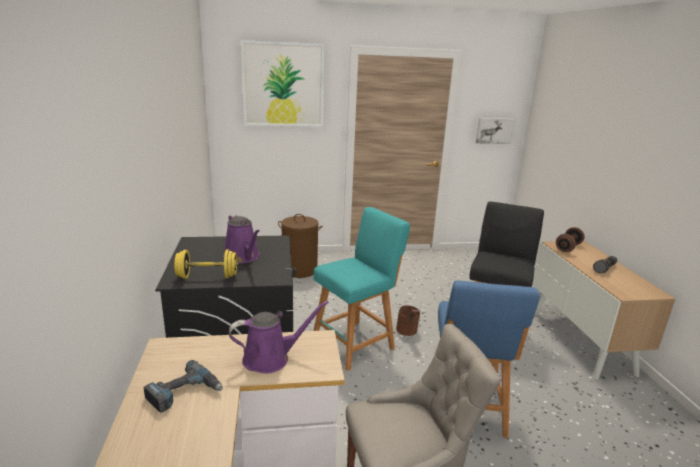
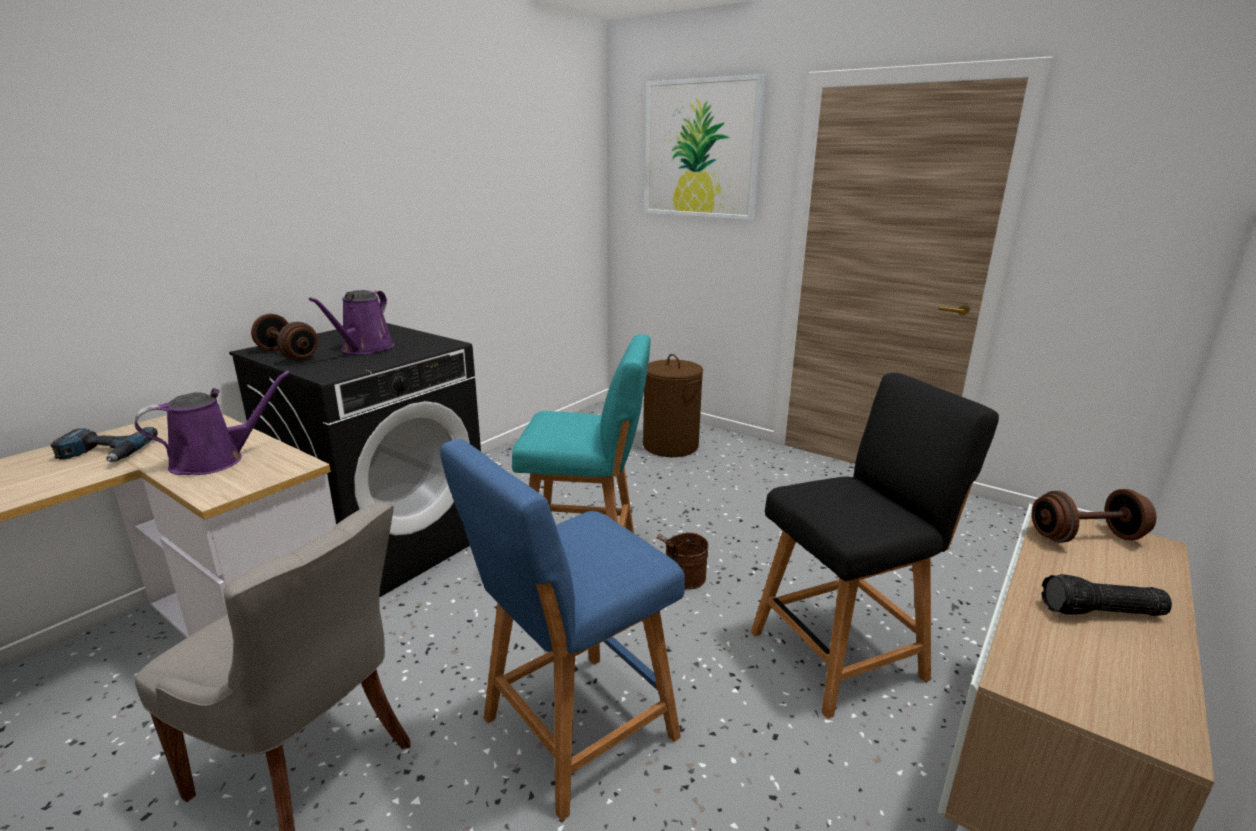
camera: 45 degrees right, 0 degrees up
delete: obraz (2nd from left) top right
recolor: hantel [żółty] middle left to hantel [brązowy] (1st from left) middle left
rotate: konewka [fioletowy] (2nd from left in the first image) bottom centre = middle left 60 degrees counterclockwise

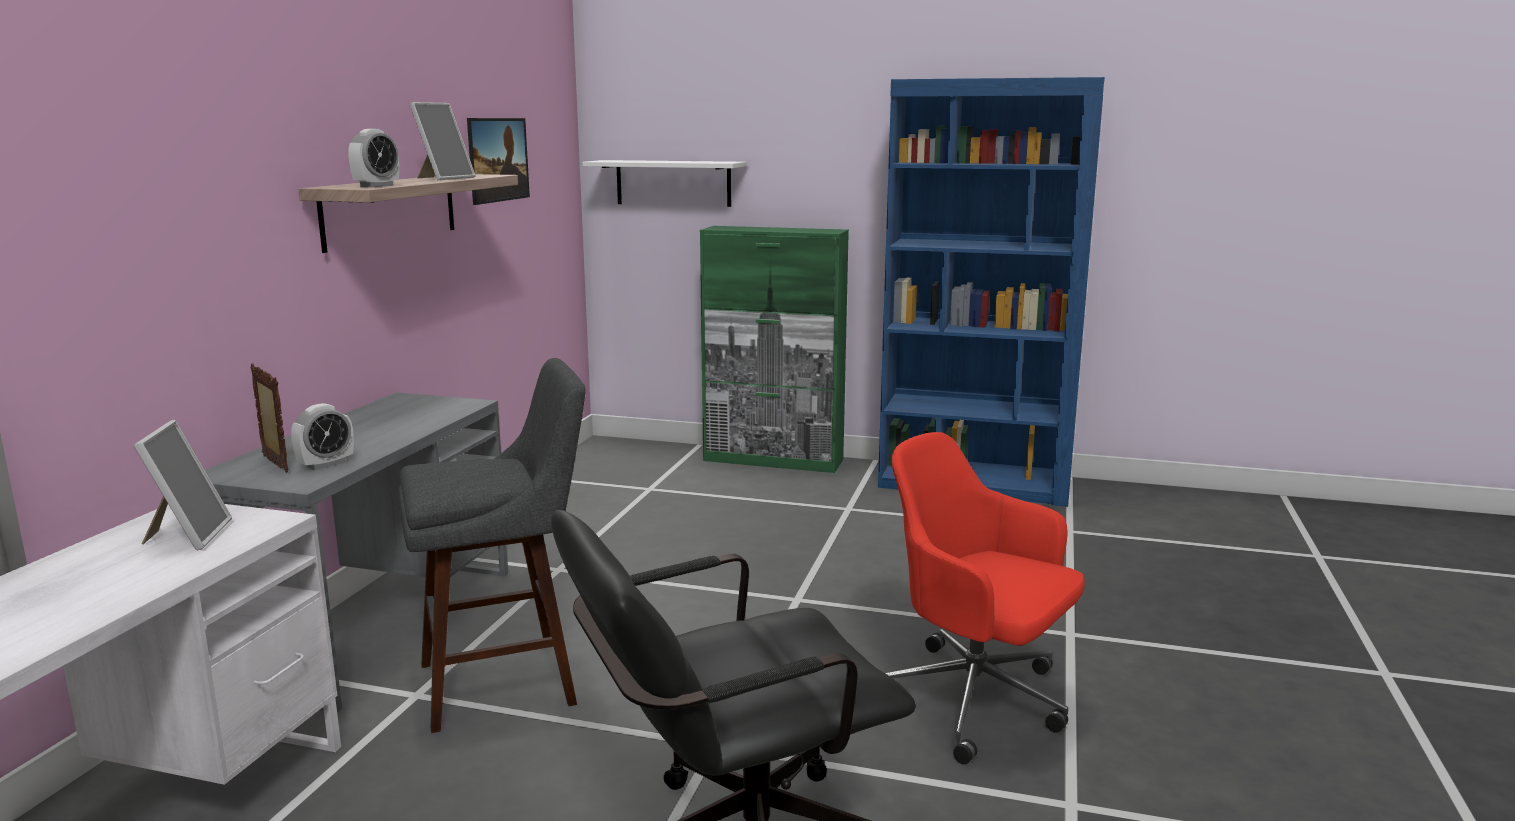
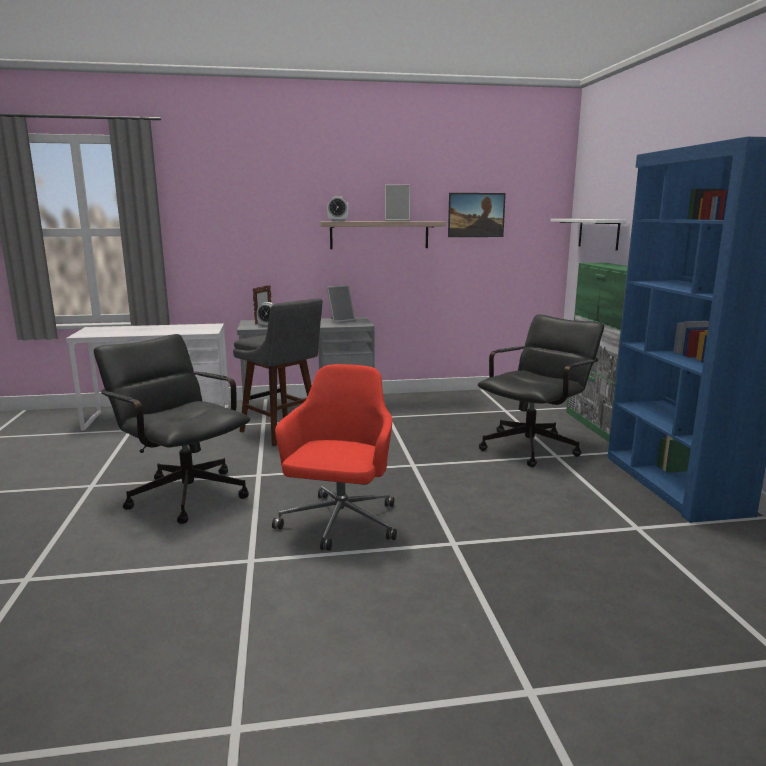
camera: 65 degrees right, 0 degrees up
insert: krzesło biurowe [czarny] (2nd from left) middle right
move: ramka na zdjęcie (1st from left in the first image) middle left to ramka na zdjęcie (2nd from left) centre

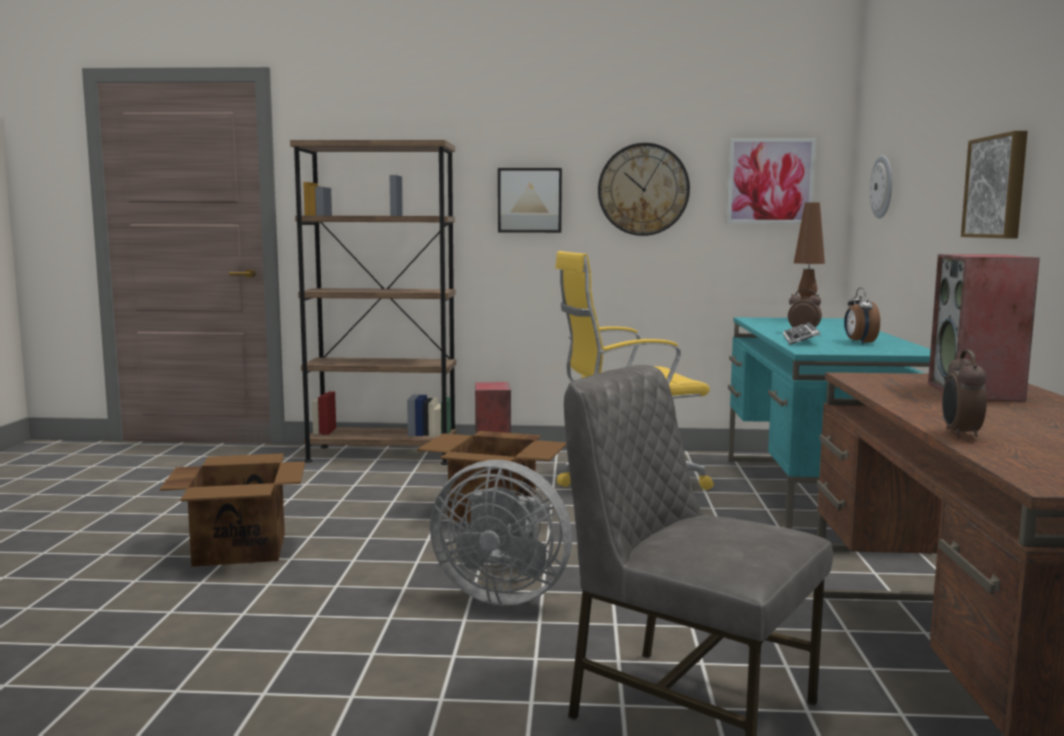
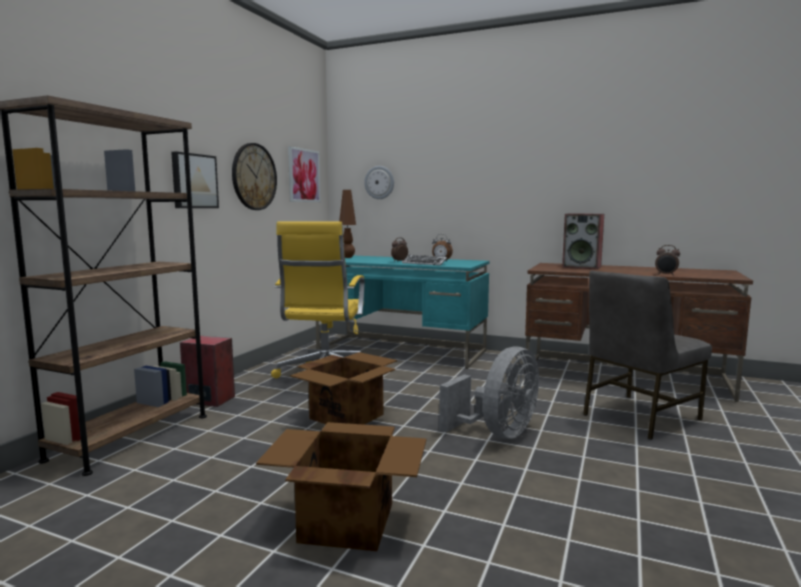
camera: 70 degrees left, 0 degrees up
delete: obraz (3rd from left) top right

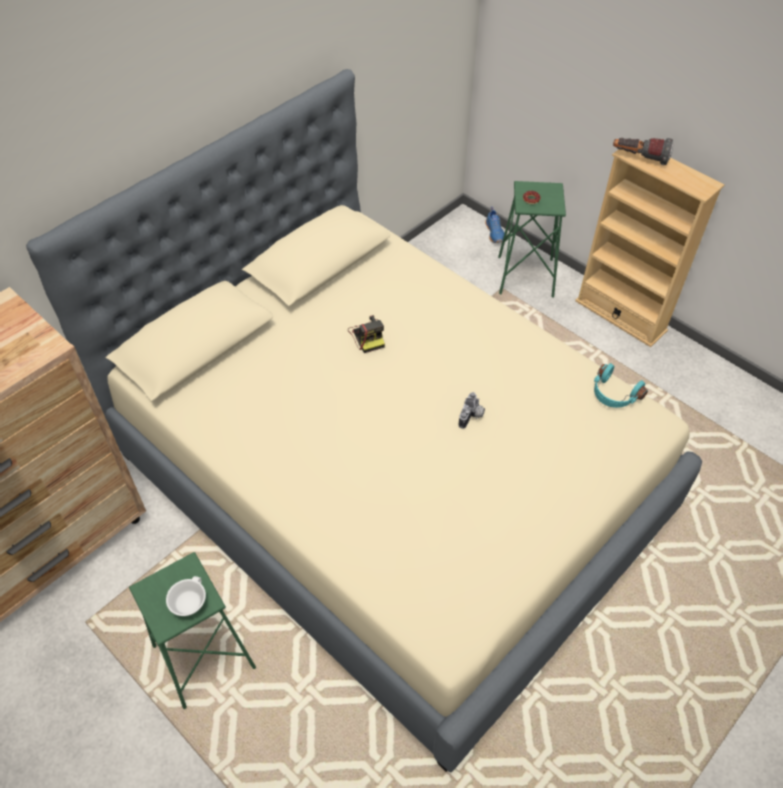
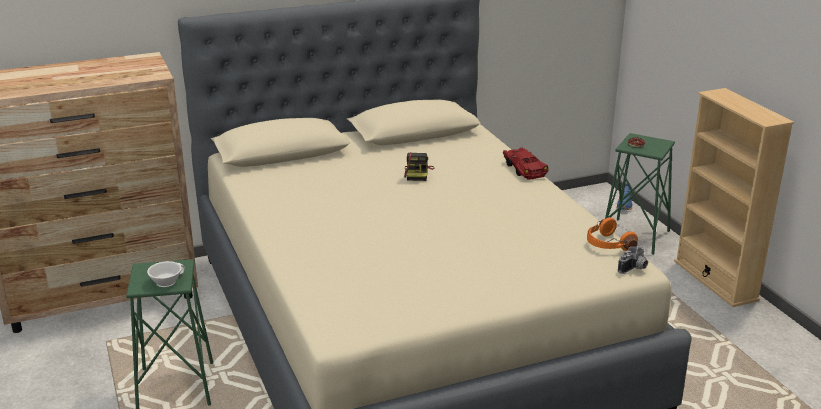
camera: 25 degrees right, 25 degrees down
delete: latarka top right
insert: samochodzik [czerwony] centre
move: aparat fotograficzny (2nd from left) centre to middle right
recolor: słuchawki [turkusowy] middle right to słuchawki [pomarańczowy] middle right

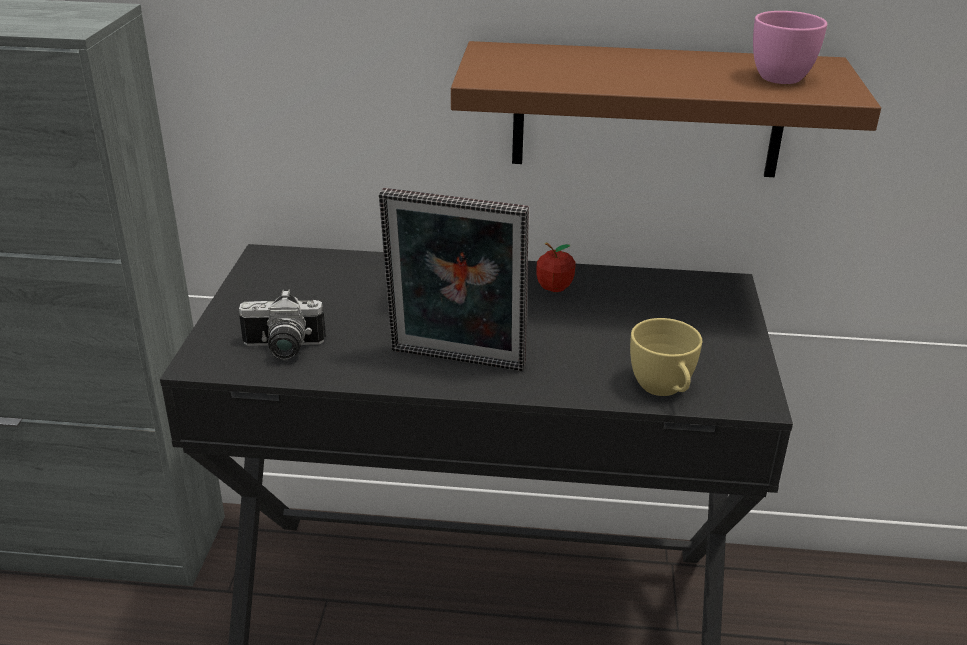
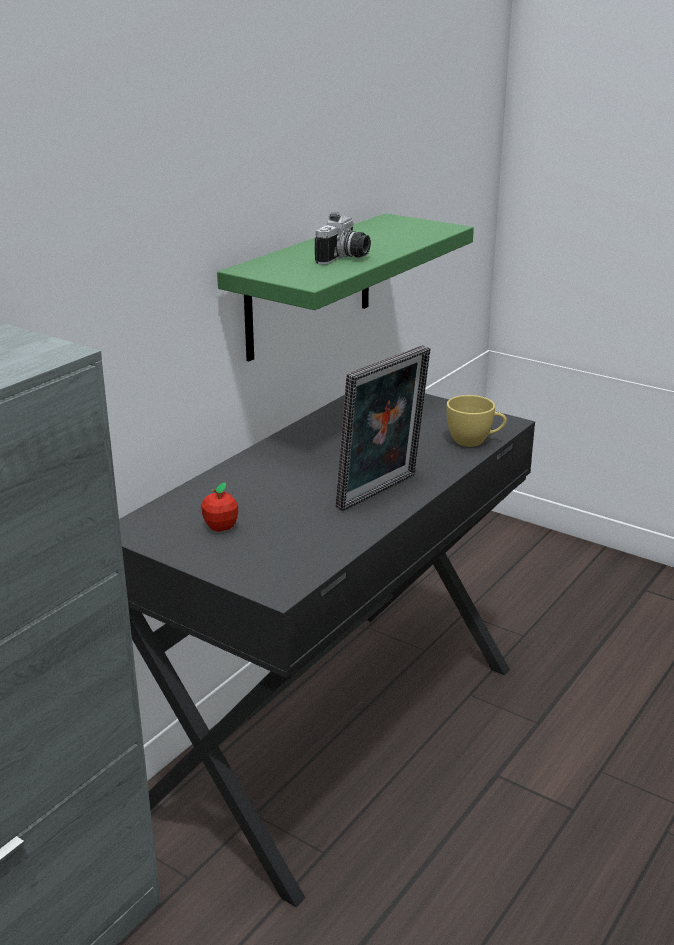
camera: 60 degrees left, 5 degrees down
delete: filiżanka [różowy] top right
move: jabłko centre to middle left; aparat fotograficzny middle left to top centre
recolor: półka [brązowy] top right to półka [zielony] top centre

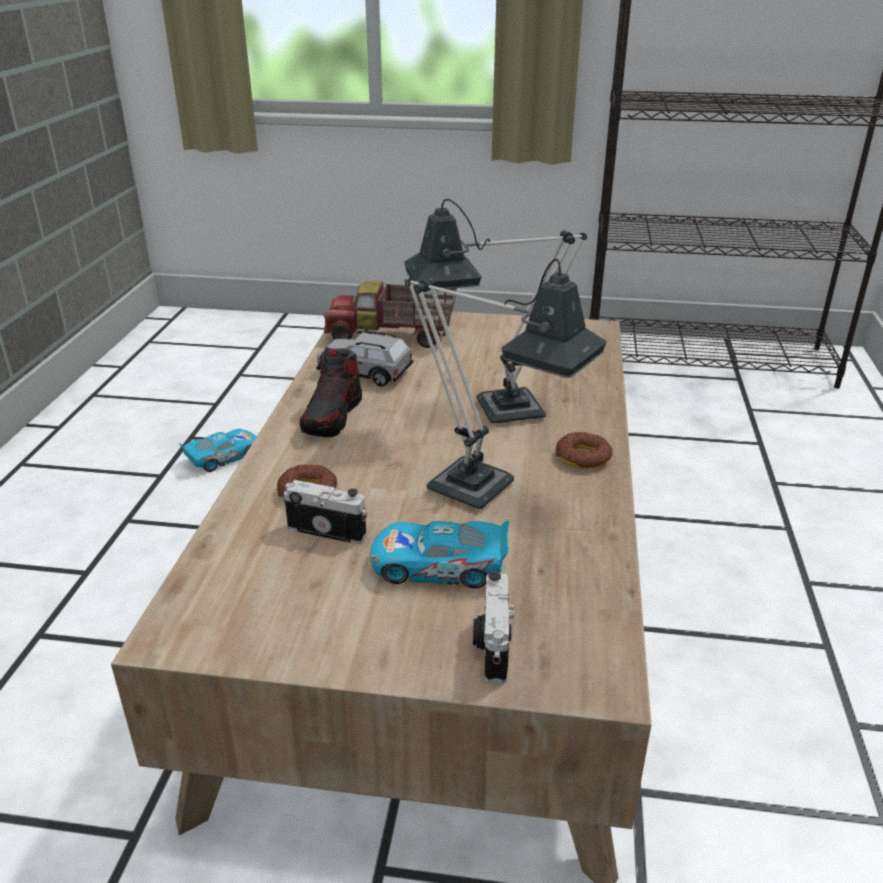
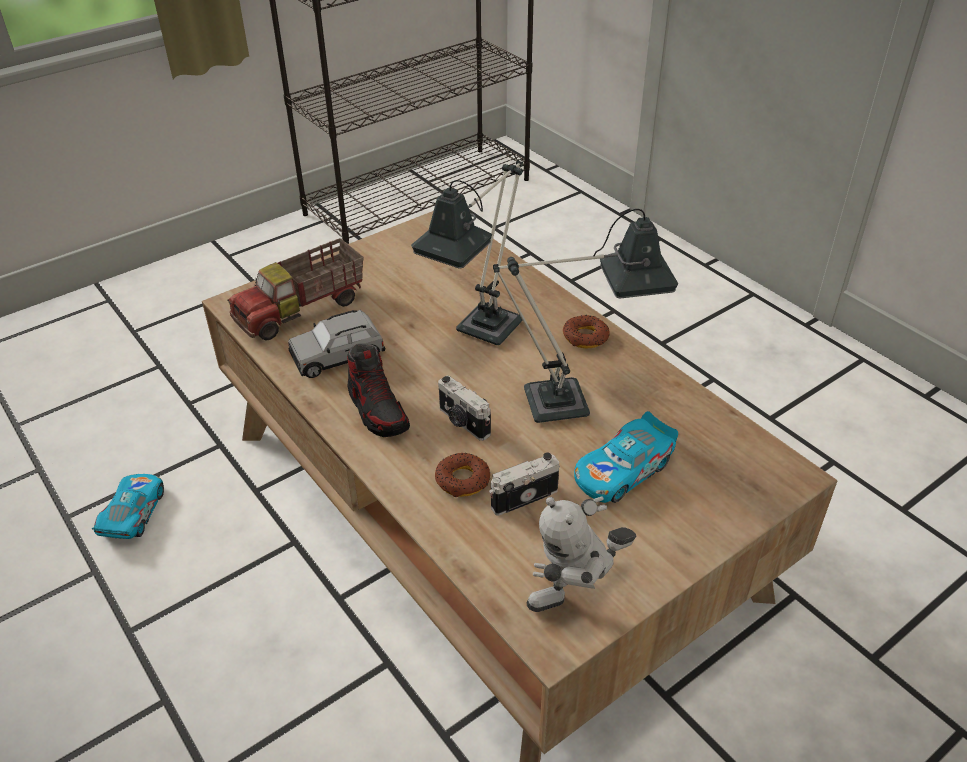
camera: 45 degrees left, 10 degrees up
insert: robot zabawkowy bottom centre
move: aparat fotograficzny (2nd from left in the first image) bottom centre to aparat fotograficzny (1st from left) centre

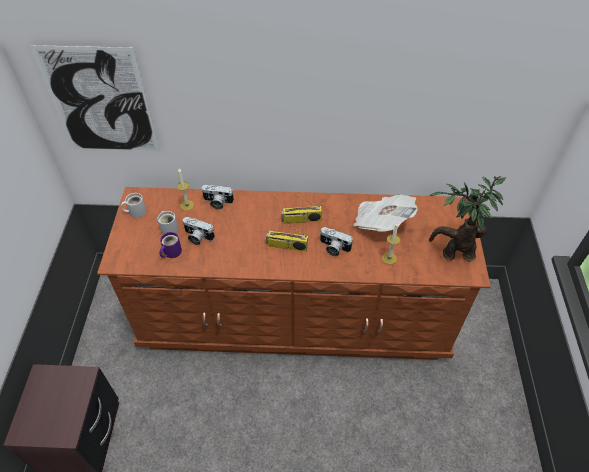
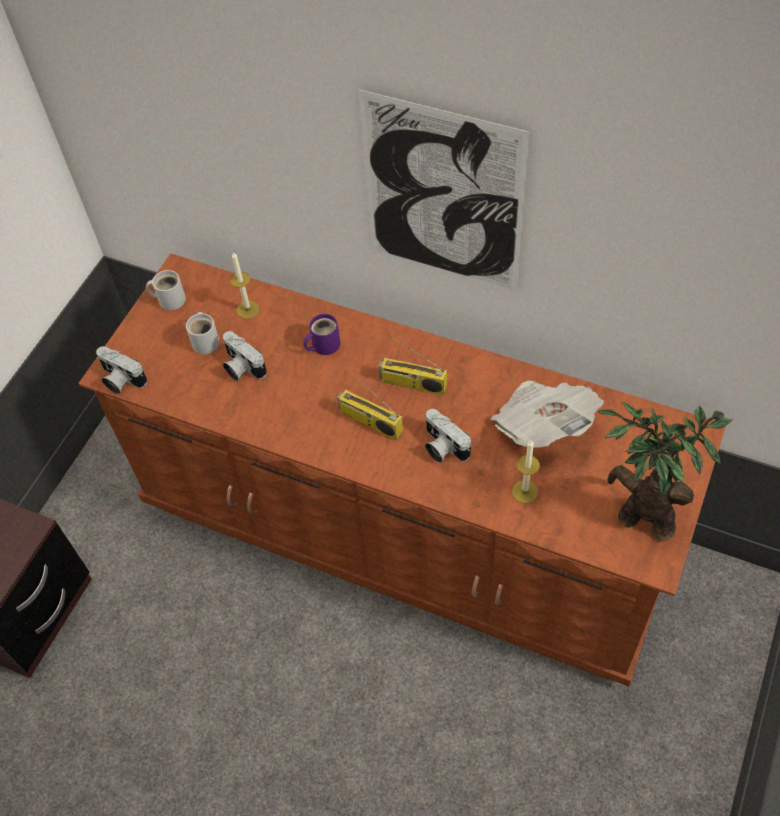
camera: 25 degrees right, 5 degrees up
move: aparat fotograficzny (2nd from left in the first image) centre to aparat fotograficzny (1st from left) middle left; kubek [fioletowy] middle left to centre; obraz top left to top centre

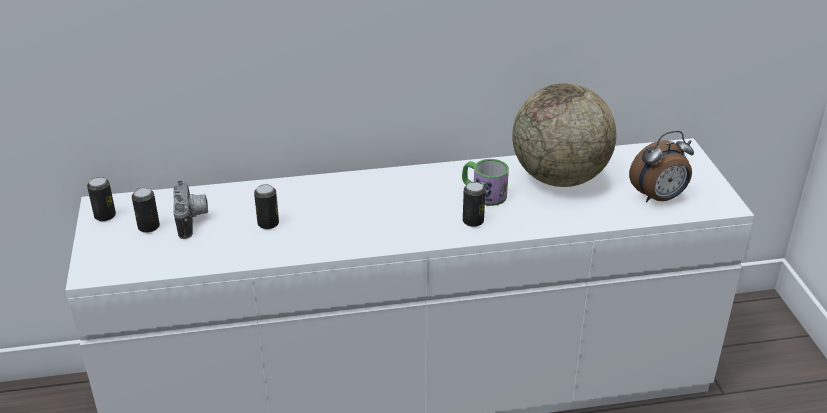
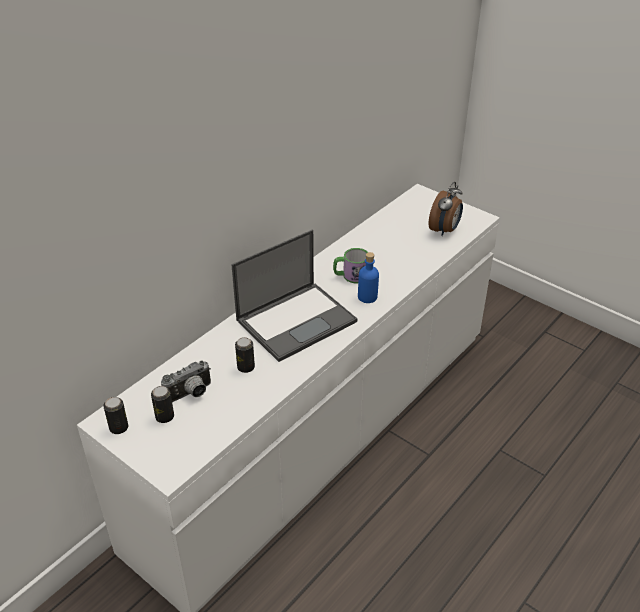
camera: 40 degrees left, 5 degrees up
delete: globus top right
insert: laptop centre
replace: puszka (4th from left) centre to butelka [niebieski] centre
rotate: aparat fotograficzny middle left = middle left 105 degrees clockwise

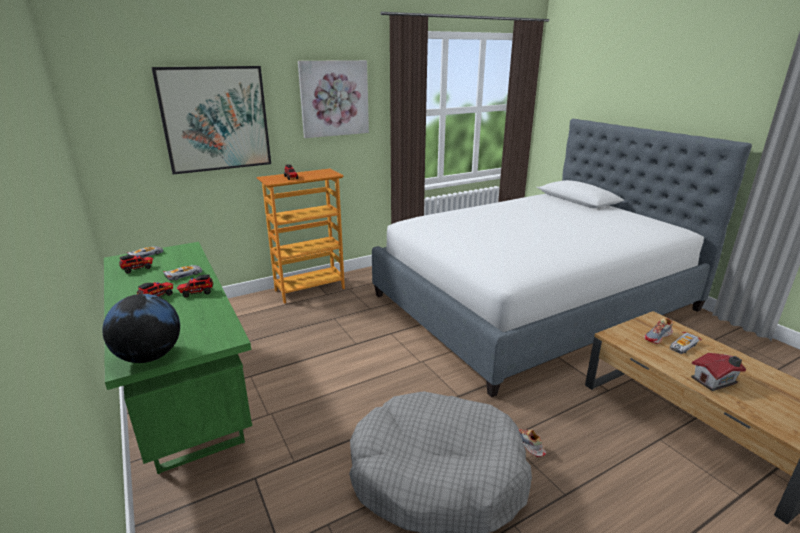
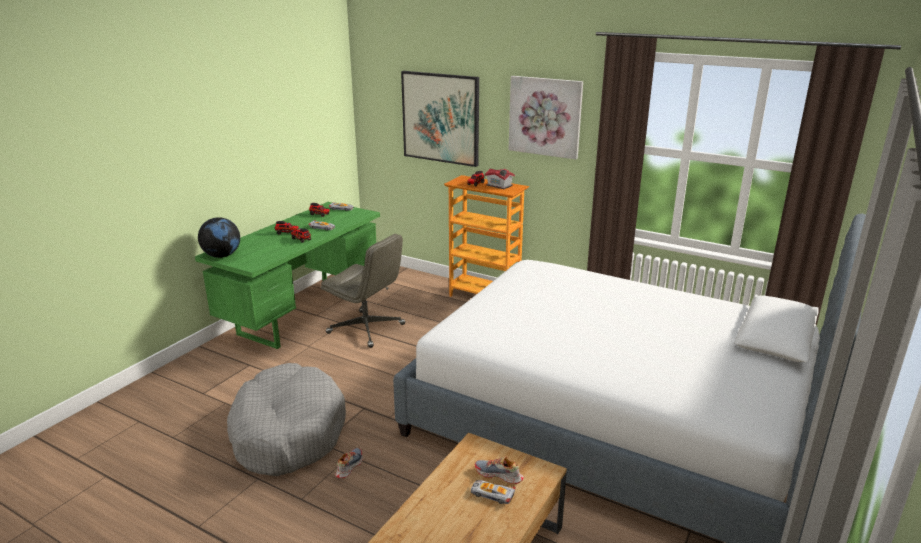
camera: 60 degrees right, 0 degrees up
insert: krzesło biurowe [szary] centre
move: domek bottom right to top centre

